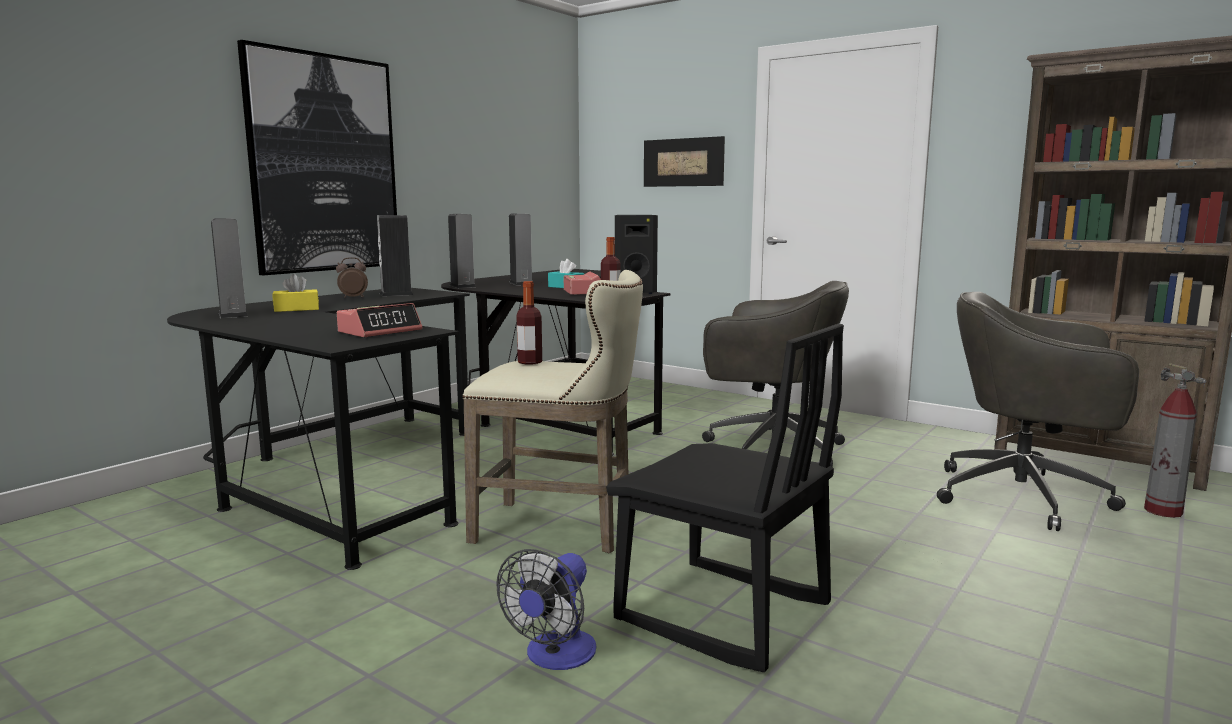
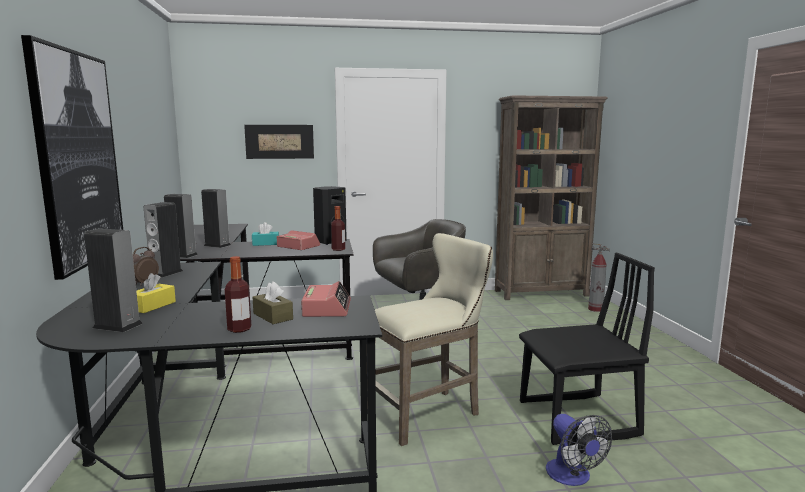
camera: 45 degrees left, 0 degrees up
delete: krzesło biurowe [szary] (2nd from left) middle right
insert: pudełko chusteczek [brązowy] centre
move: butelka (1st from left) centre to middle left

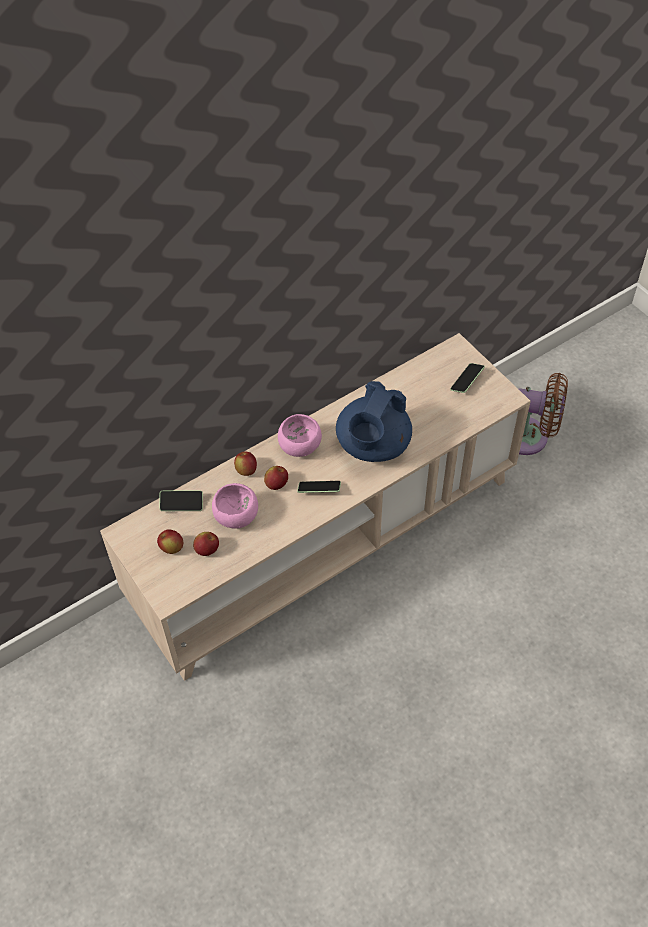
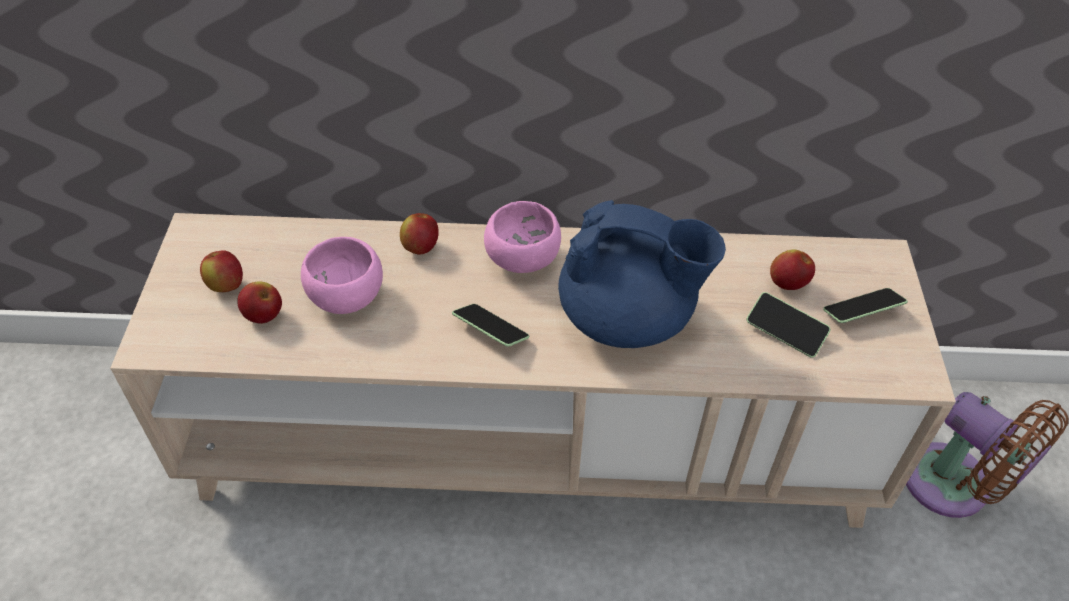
camera: 35 degrees right, 5 degrees down
move: telefon (1st from left in the first image) middle left to telefon (2nd from left) middle right; jabłko (4th from left) centre to middle right
rotate: imbryk [niebieski] centre = centre 135 degrees counterclockwise

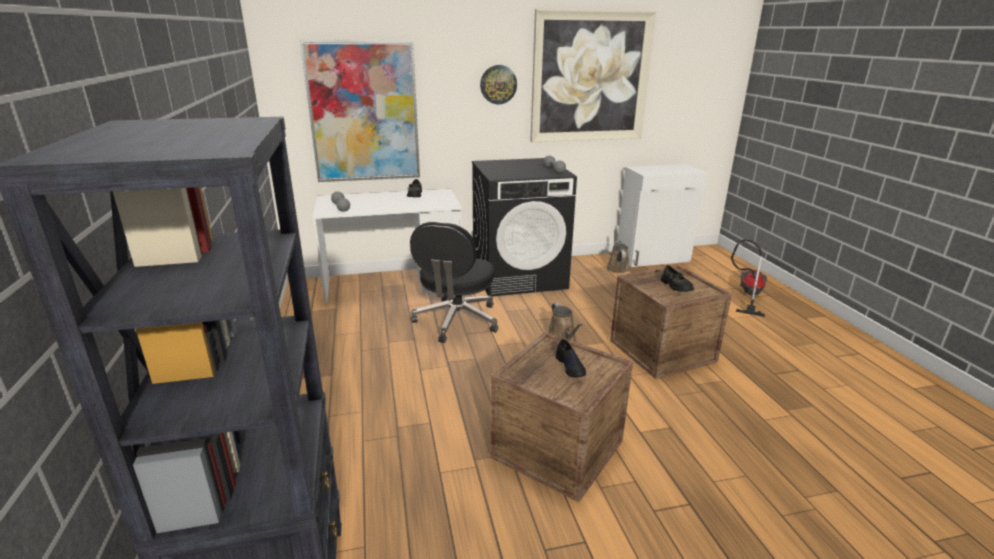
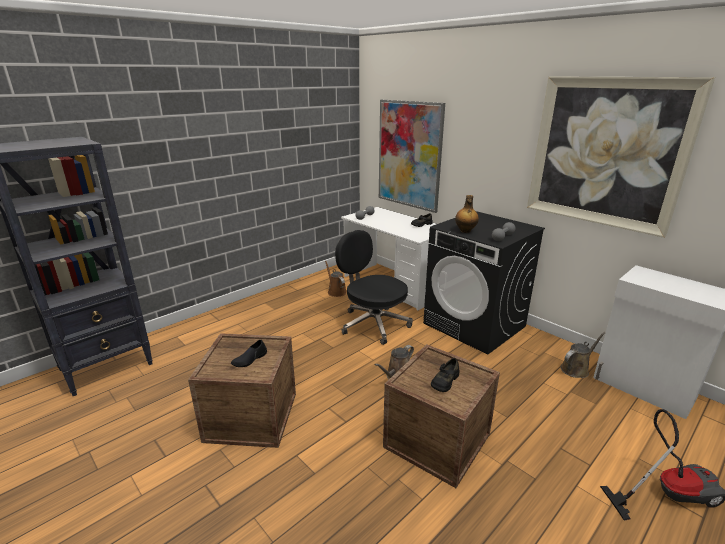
camera: 60 degrees right, 0 degrees up
delete: zegar ścienny top centre
insert: konewka [brązowy] (1st from left) centre; butelka centre
rotate: krzesło biurowe [czarny] centre = centre 60 degrees clockwise

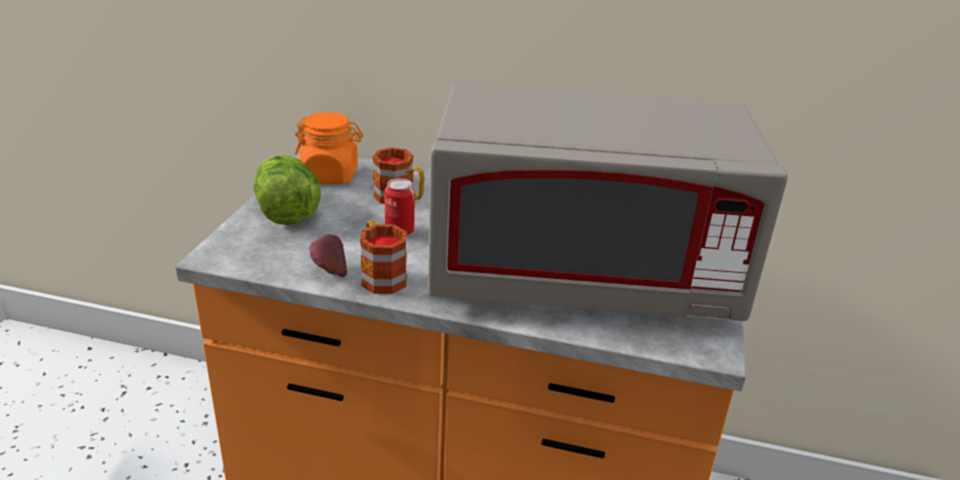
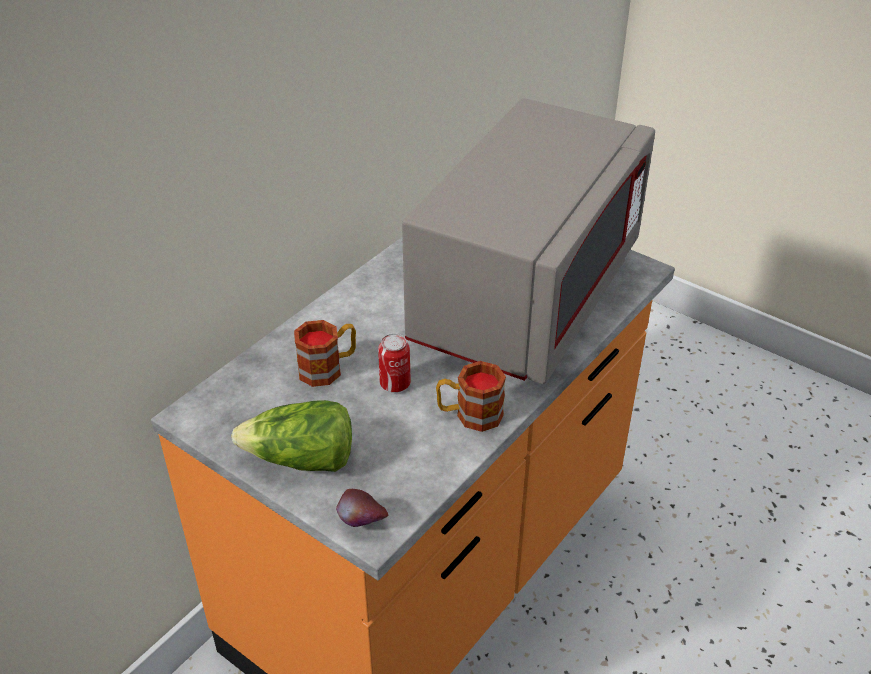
camera: 65 degrees left, 10 degrees up
delete: słoik [pomarańczowy] top centre
move: jabłko centre to bottom centre

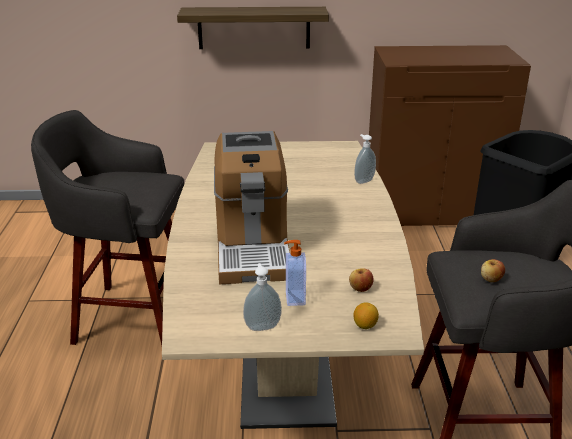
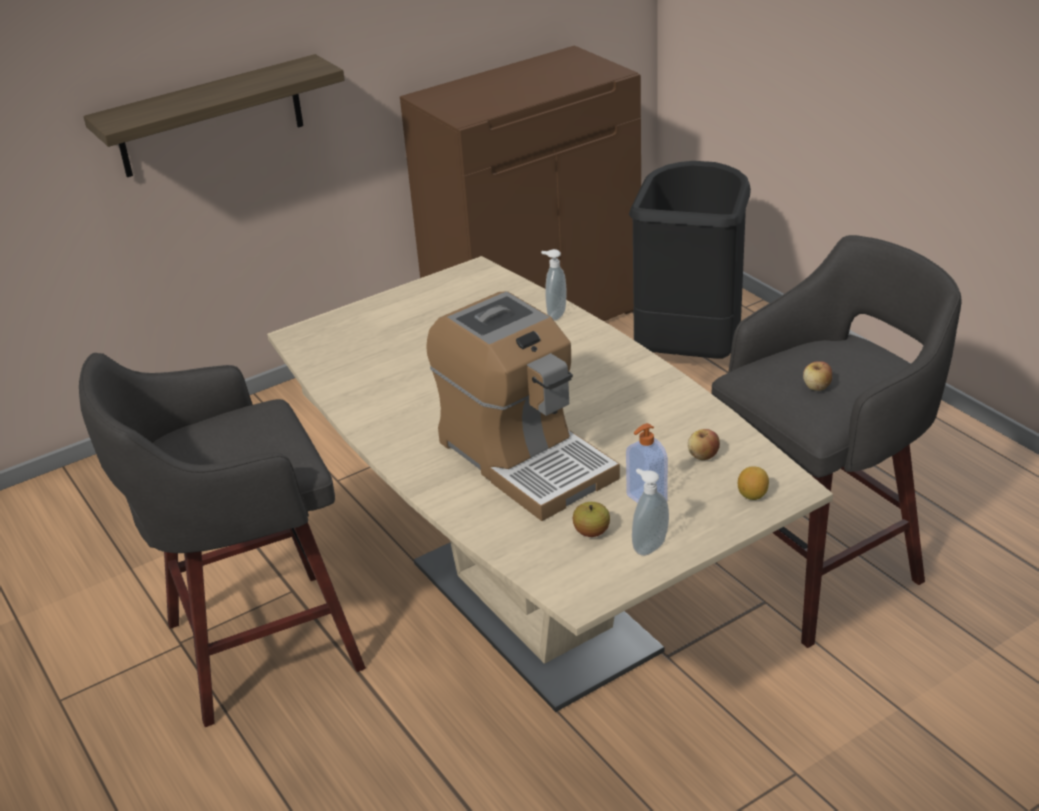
camera: 30 degrees left, 5 degrees up
insert: jabłko (1st from left) centre

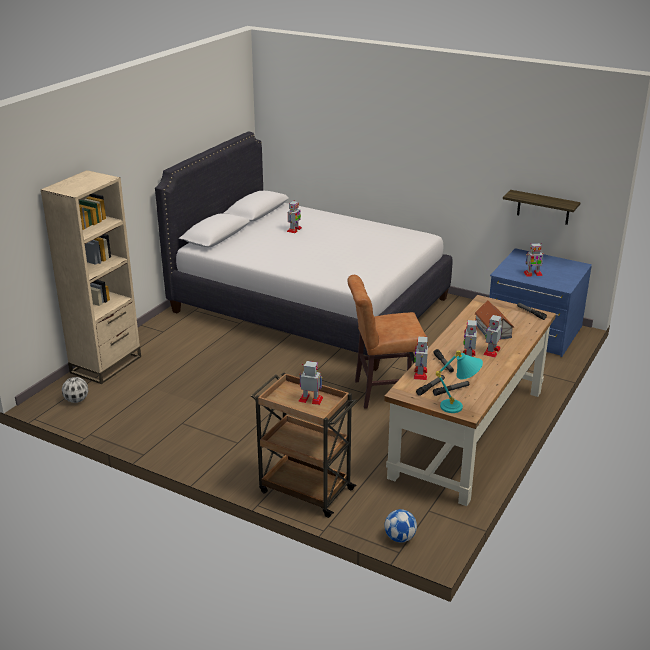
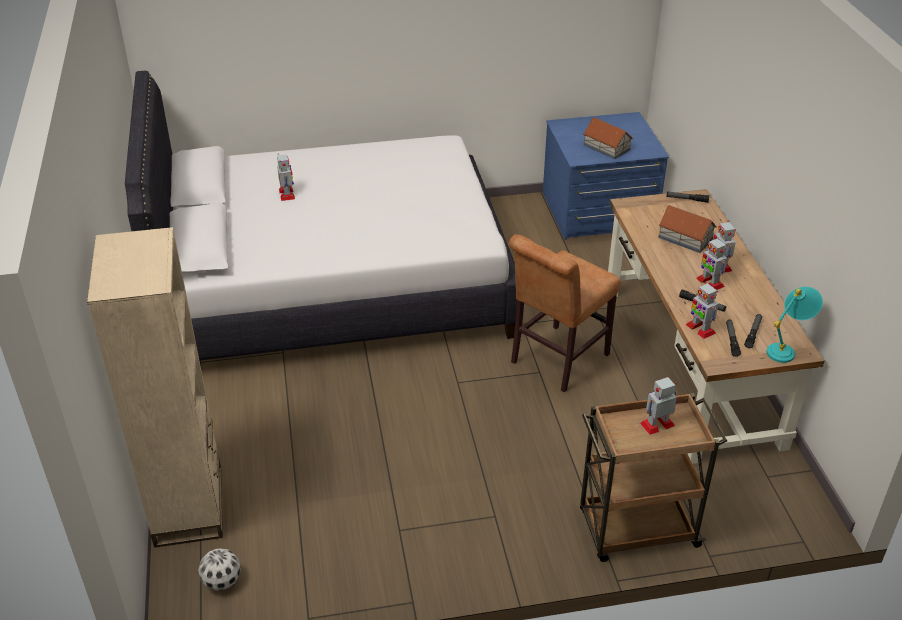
camera: 40 degrees left, 10 degrees up
delete: piłka futbolowa (2nd from left) bottom centre; półka top right
replace: robot zabawkowy (6th from left) middle right to domek (1st from left) top right

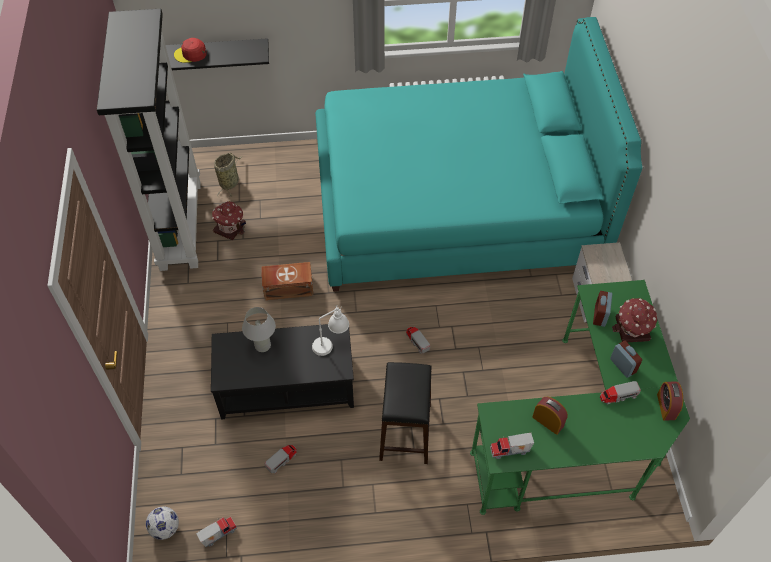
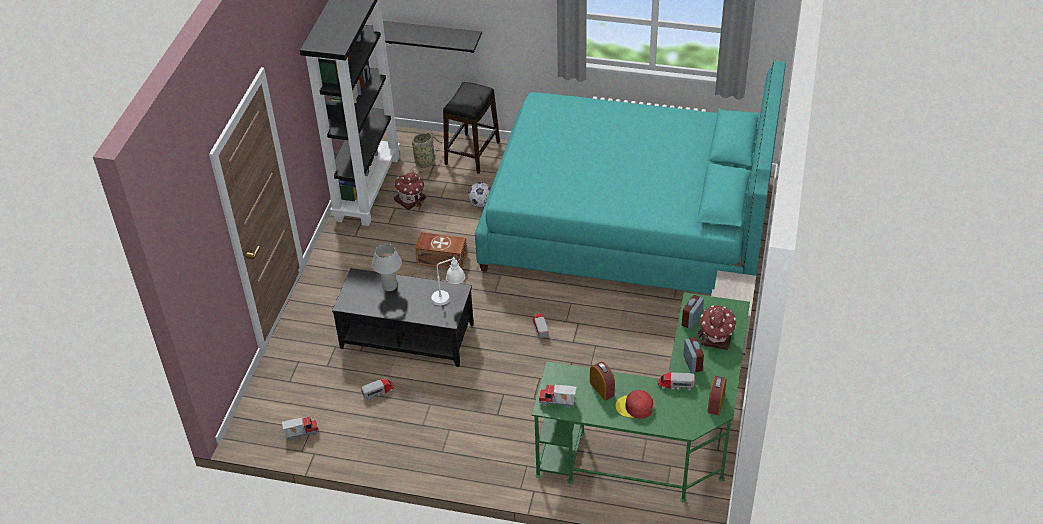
camera: 20 degrees right, 10 degrees down
move: stołek [czarny] bottom centre to top centre; piłka futbolowa bottom left to centre; czapka z daszkiem [czerwony] top left to bottom centre

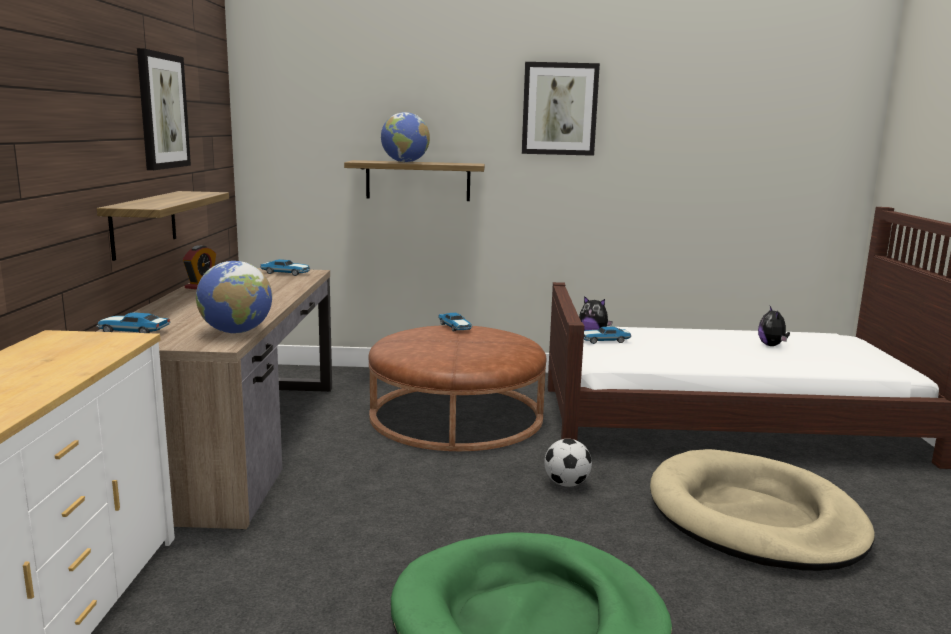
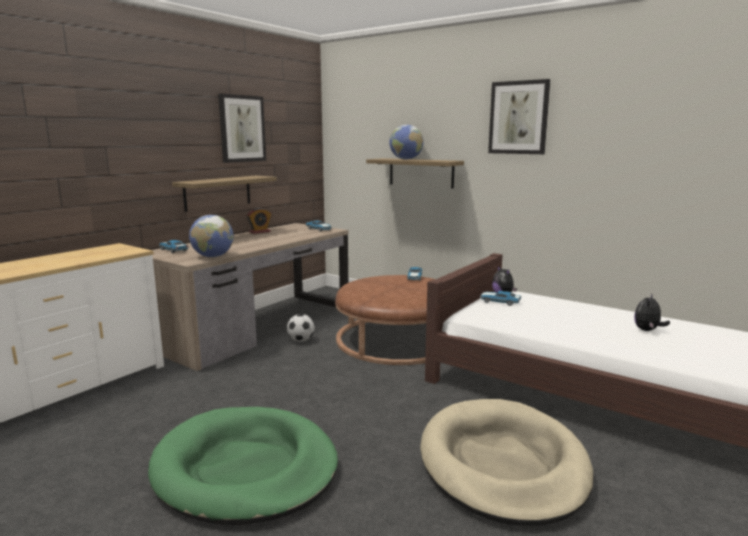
camera: 35 degrees right, 0 degrees up
move: piłka futbolowa bottom centre to centre

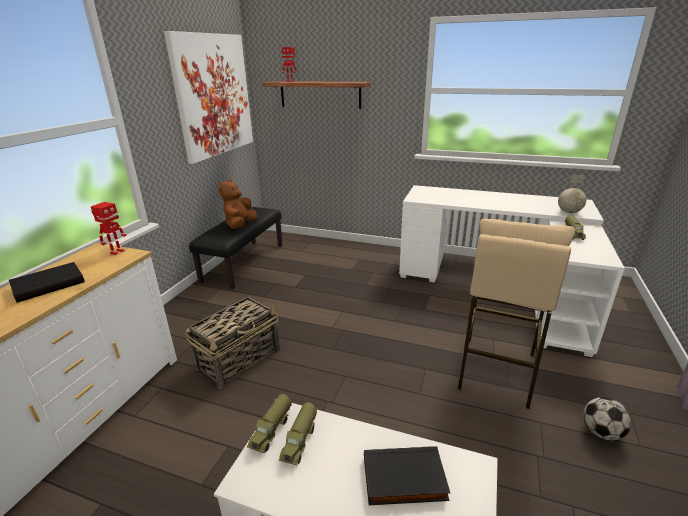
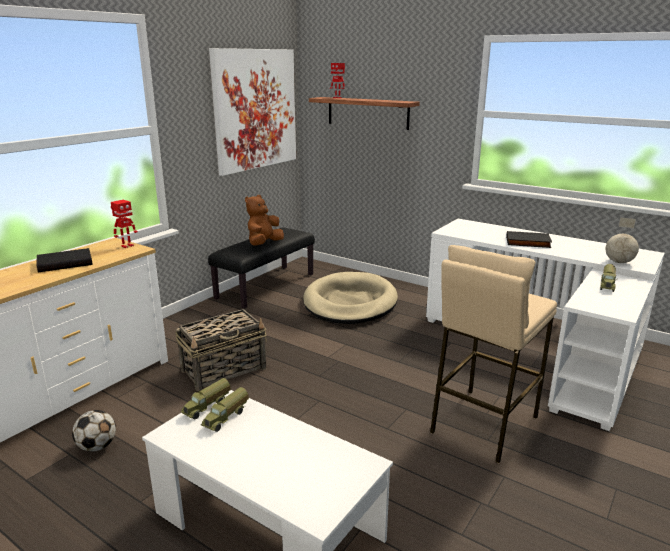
camera: 15 degrees right, 5 degrees down
insert: legowisko [beżowy] centre
move: piłka futbolowa bottom right to bottom left; książka [czarny] (2nd from left) bottom centre to middle right

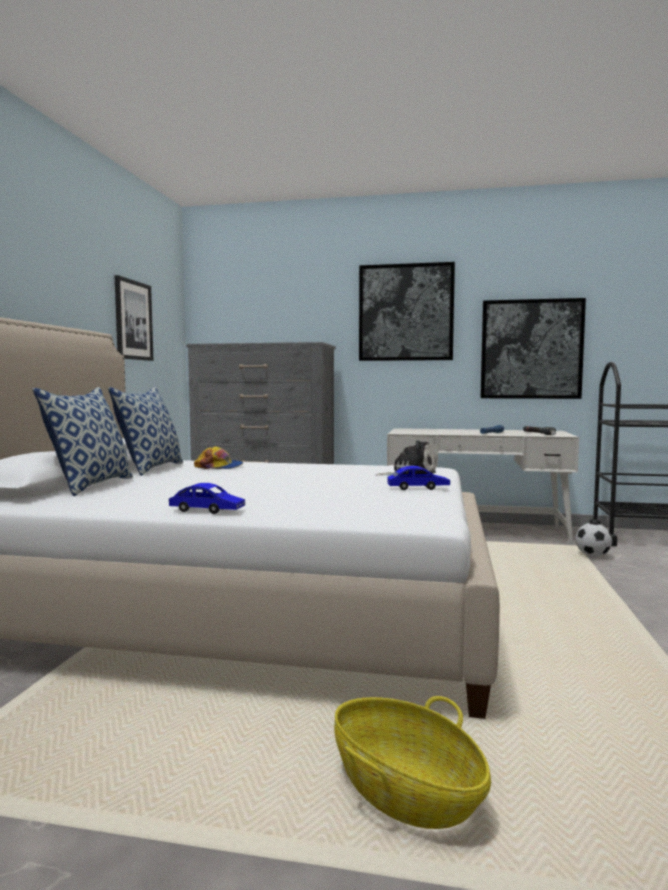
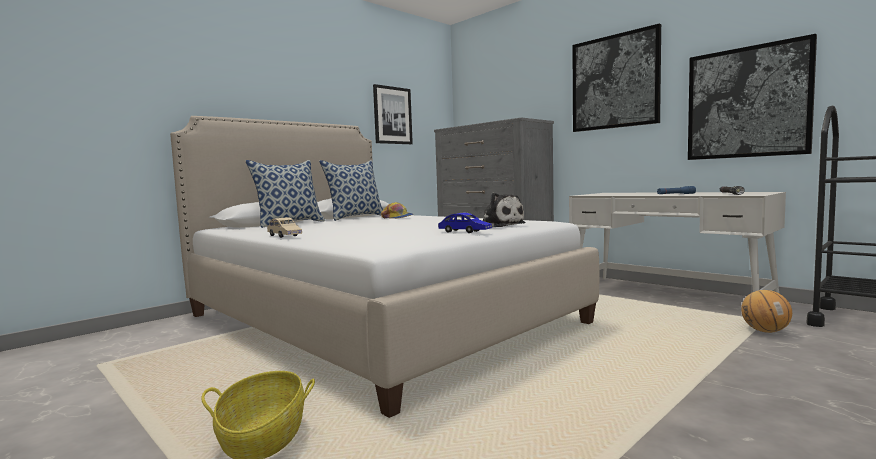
camera: 35 degrees right, 0 degrees up
replace: piłka futbolowa middle right to piłka do koszykówki bottom right
recolor: samochodzik [niebieski] (1st from left) middle left to samochodzik [beżowy] middle left

